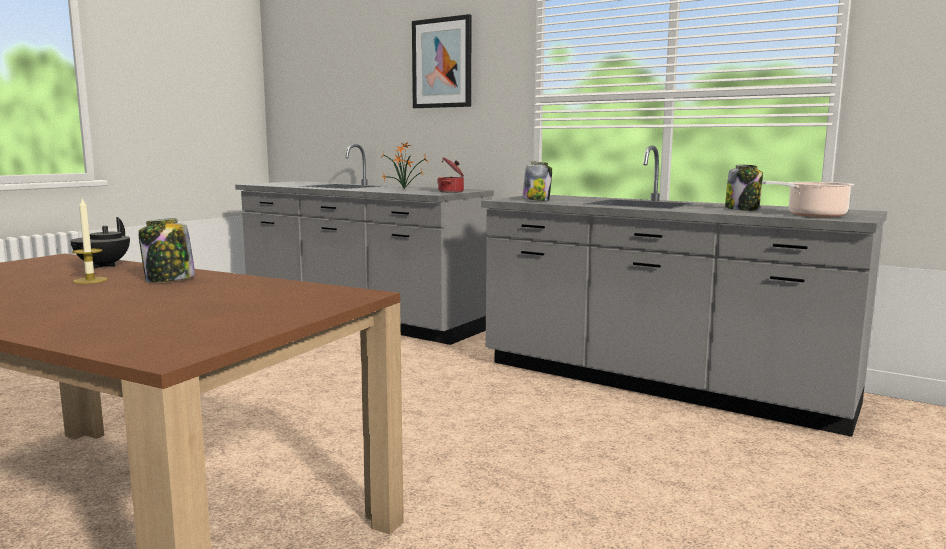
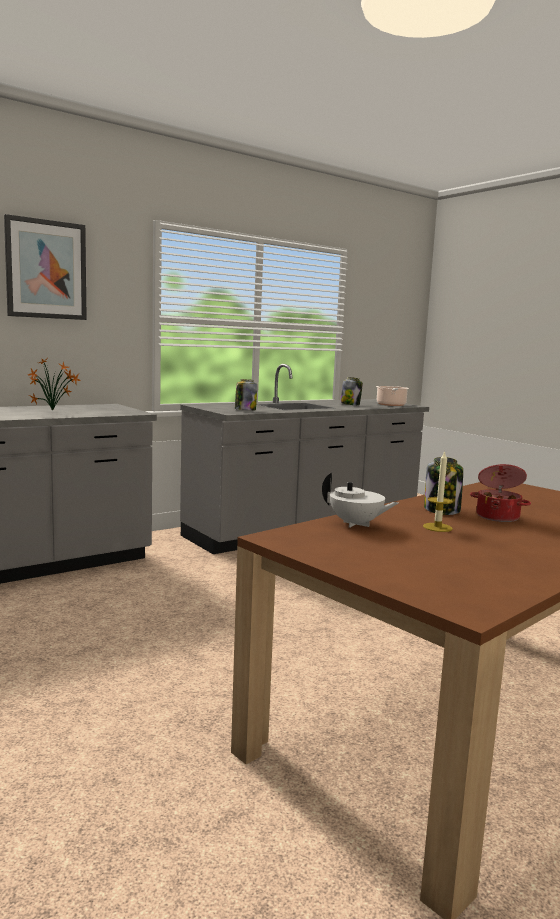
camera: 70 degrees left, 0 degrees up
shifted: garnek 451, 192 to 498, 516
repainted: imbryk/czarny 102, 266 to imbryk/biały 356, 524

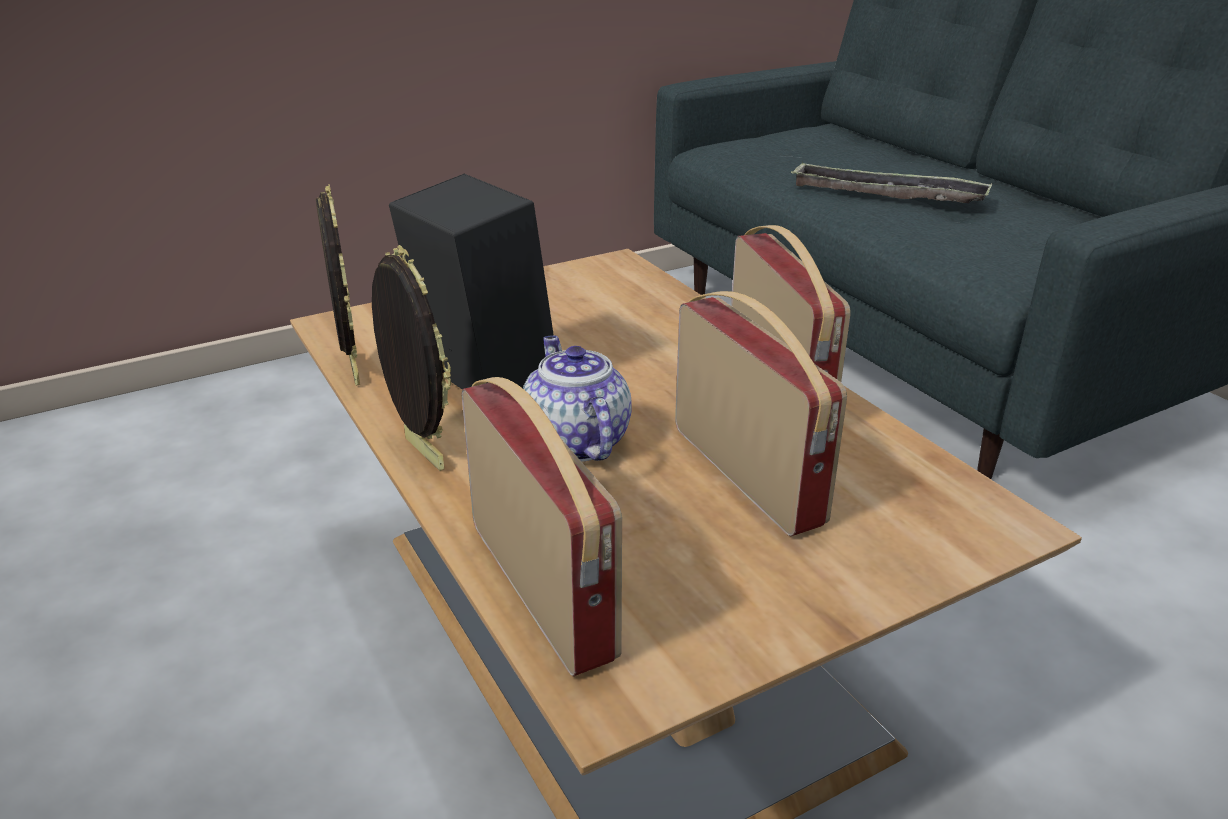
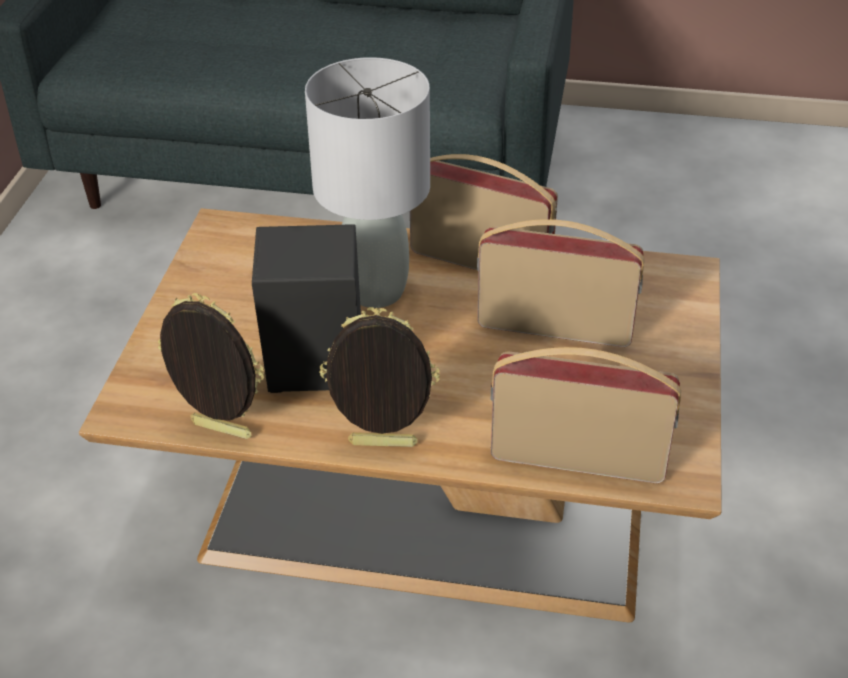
camera: 50 degrees left, 10 degrees up
gone: imbryk 574, 442; taca 887, 194
new: lampa stołowa/szary 377, 291

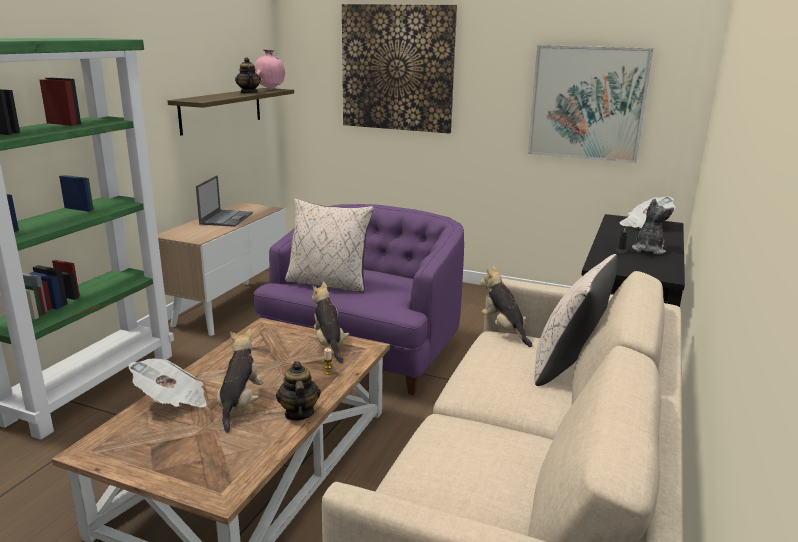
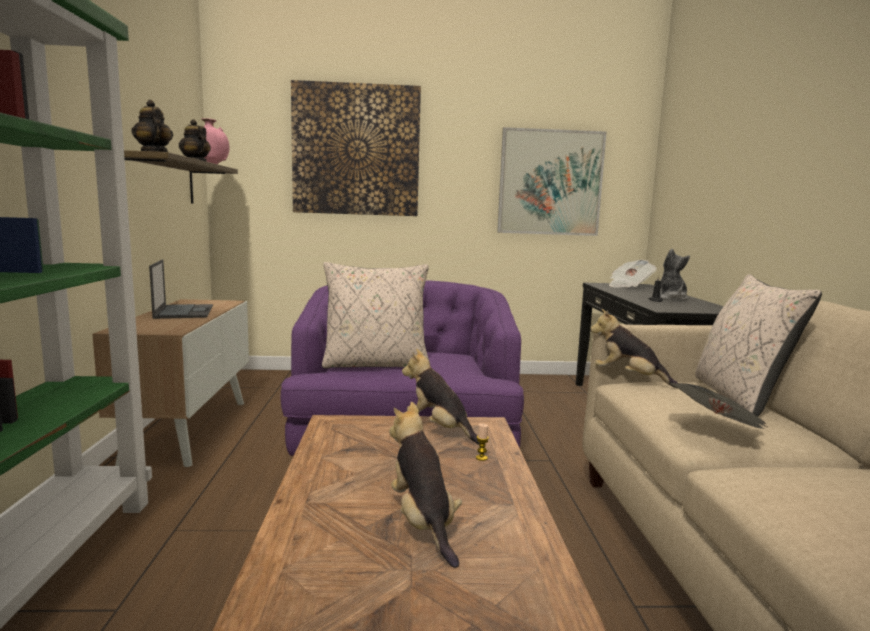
camera: 25 degrees left, 10 degrees down
shifted: gazeta 172, 400 to 718, 430; imbryk 298, 413 to 153, 152

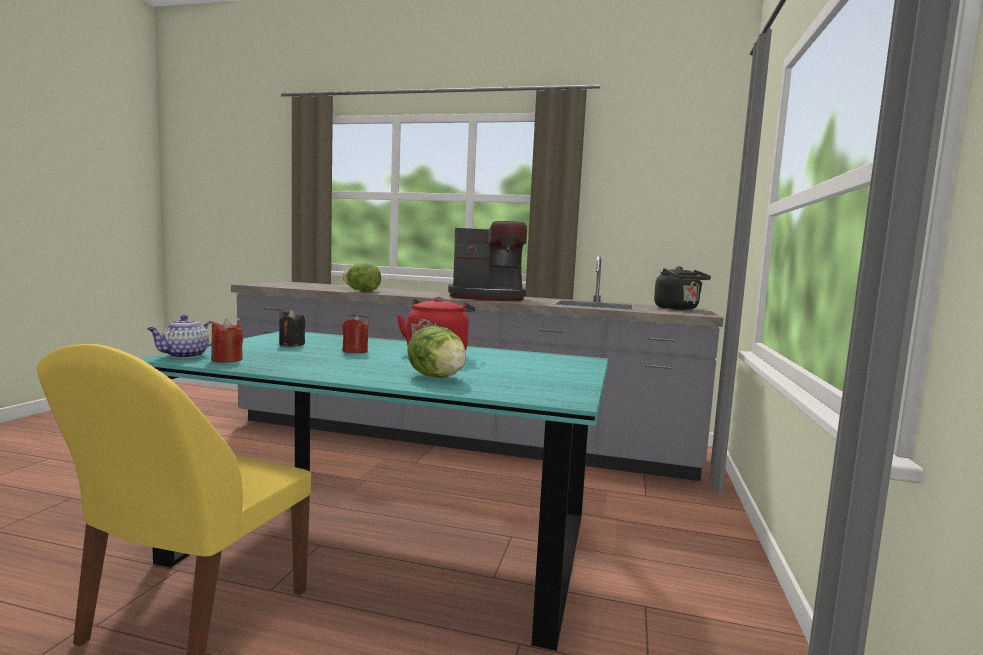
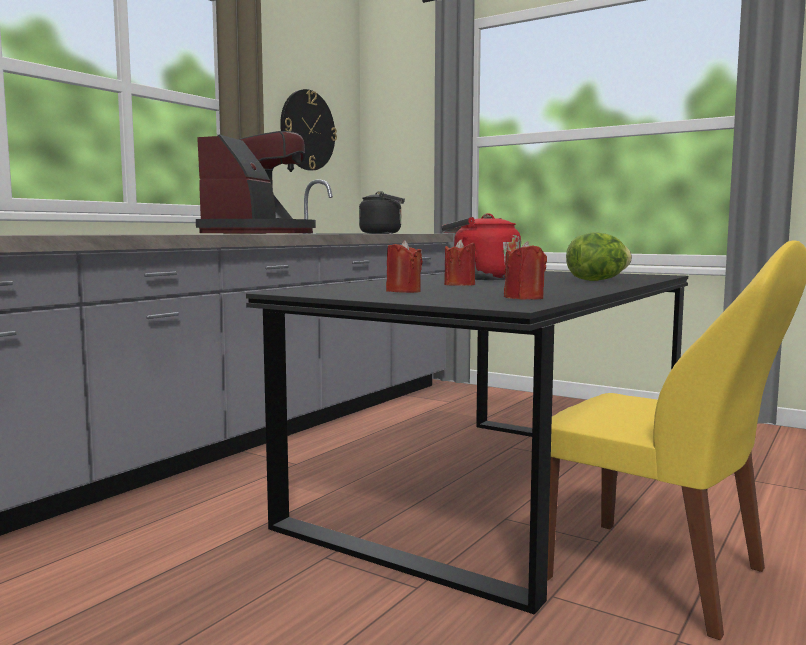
camera: 70 degrees left, 0 degrees up
gone: imbryk 185, 356; sałata 362, 291
new: zegar ścienny 307, 130
repainted: stół jadalny/turkusowy 392, 537 to stół jadalny/czarny 498, 486; świeca/czarny 291, 344 to świeca/czerwony 403, 291

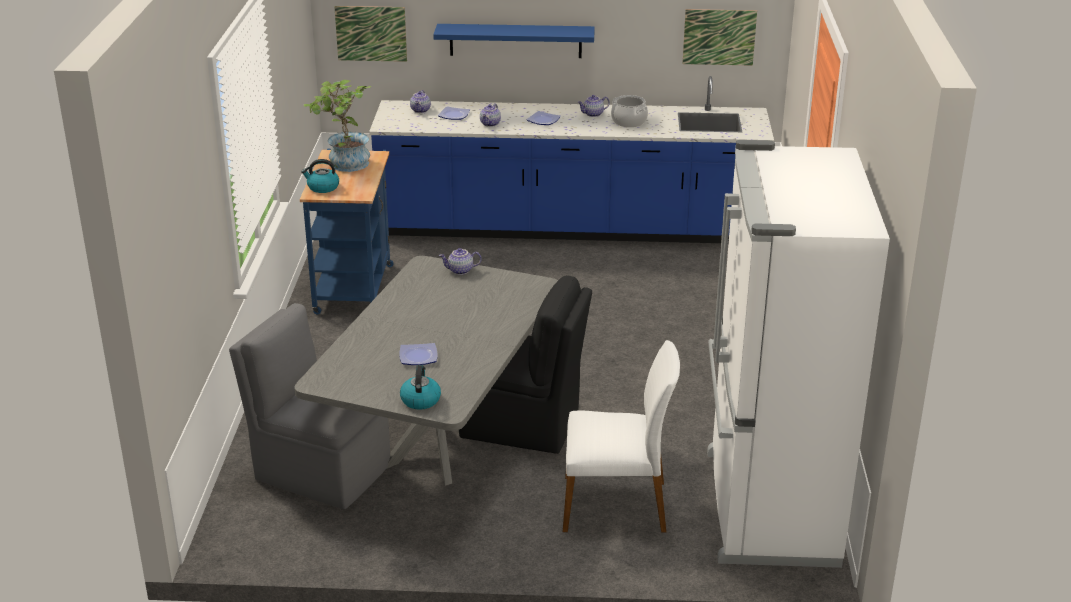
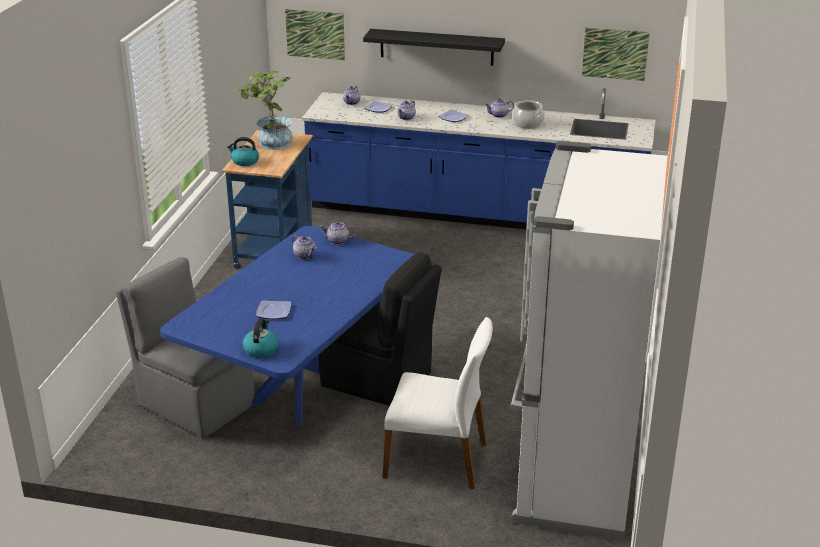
camera: 10 degrees right, 0 degrees up
new: imbryk 305, 255
repainted: stół jadalny/szary 439, 444 to stół jadalny/niebieski 301, 390; półka/niebieski 515, 40 to półka/czarny 436, 47

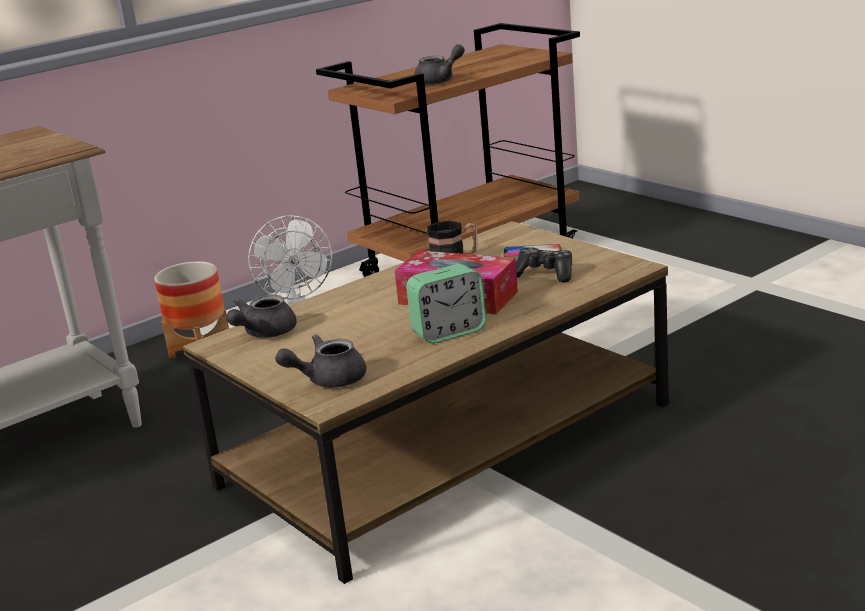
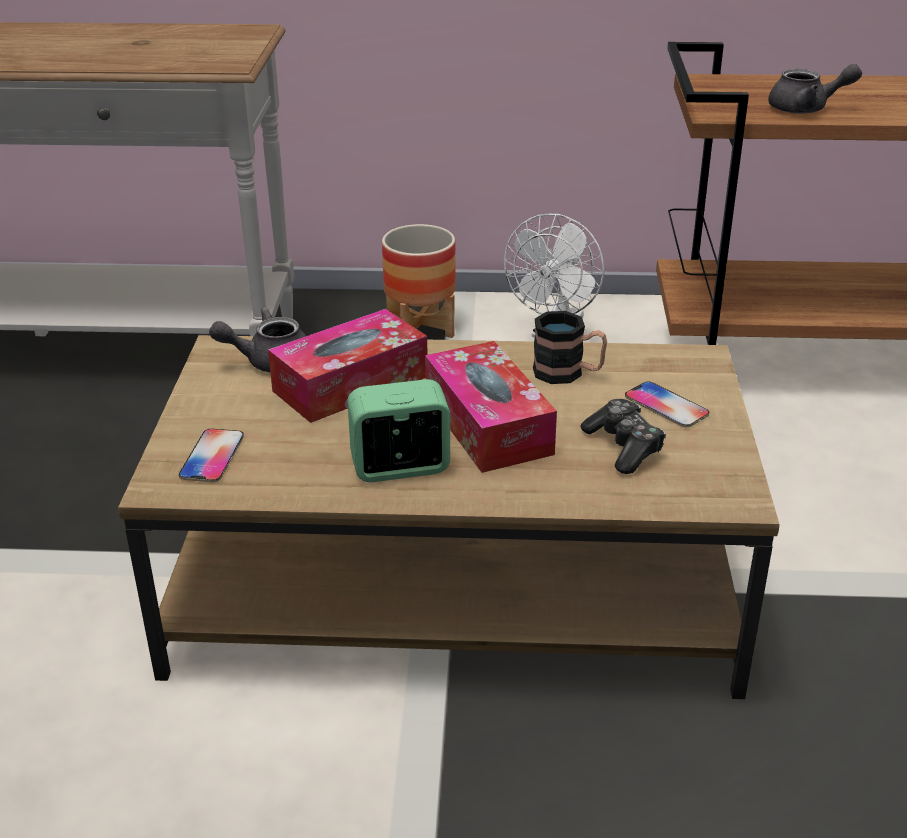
camera: 40 degrees right, 10 degrees up
new: pudełko chusteczek 350, 384
swapped: imbryk/szary 328, 380 to telefon 212, 456
rotated: budzik 449, 332 = 400, 467 150 degrees clockwise

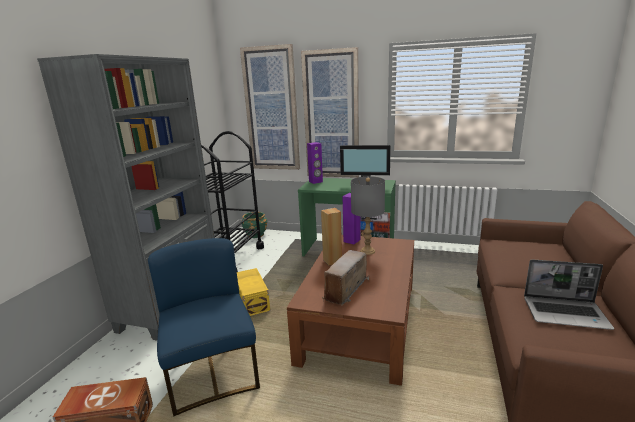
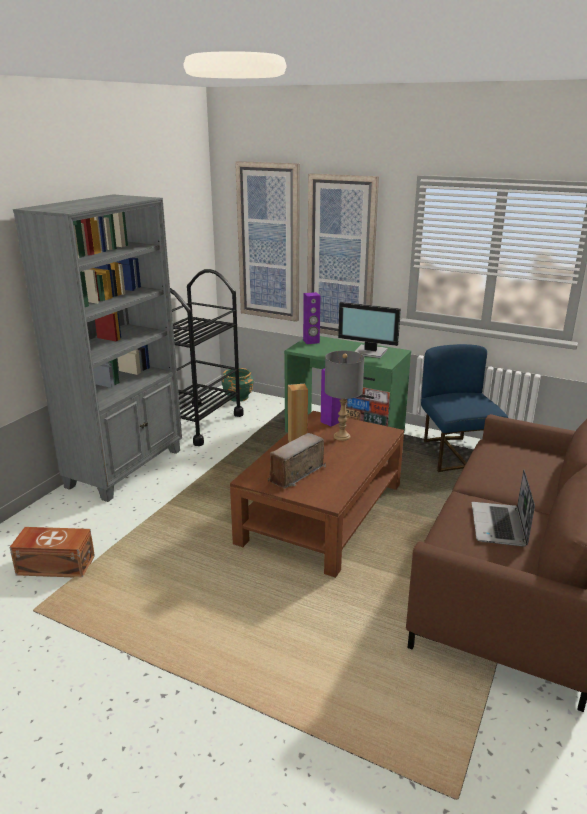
camera: 10 degrees right, 5 degrees up
gone: pojemnik do przechowywania/żółty 253, 301
shifted: krzesło/niebieski 213, 373 to 455, 454
rotated: laptop 566, 313 = 499, 526 75 degrees clockwise

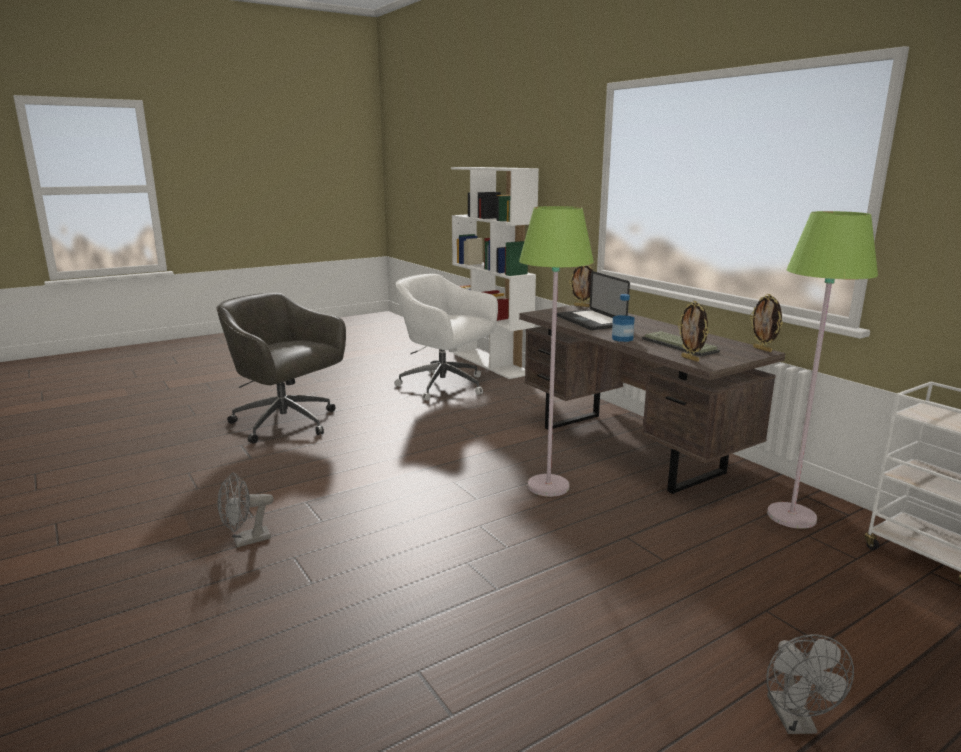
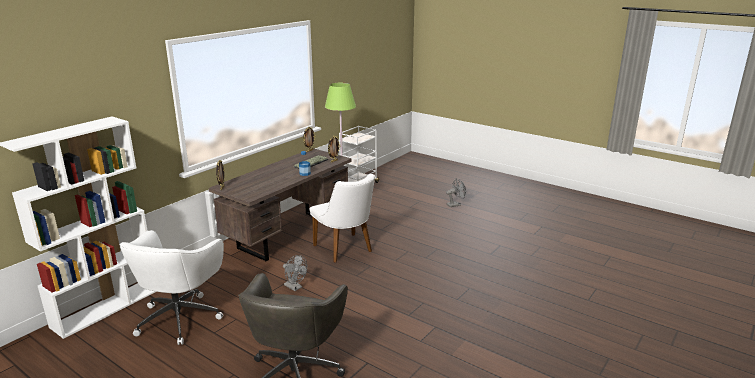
camera: 110 degrees left, 5 degrees up
gone: laptop 590, 321
shifted: wentylator/szary 246, 541 to 295, 287
swapped: lampa stojąca/zielony 548, 486 to krzesło/biały 346, 250

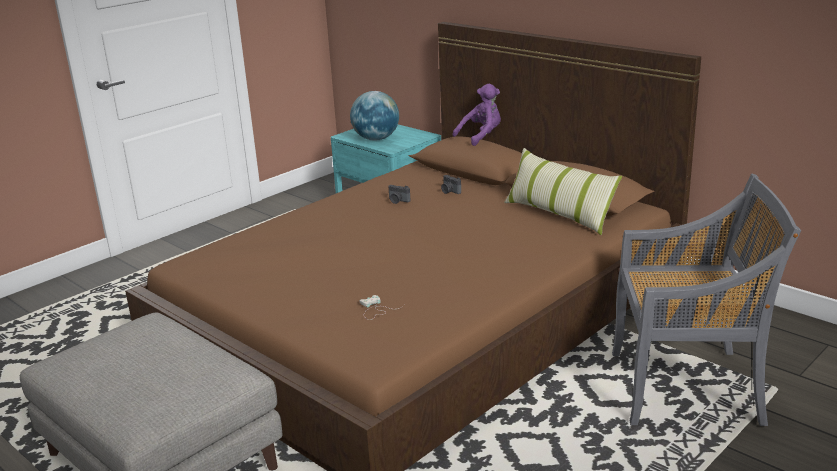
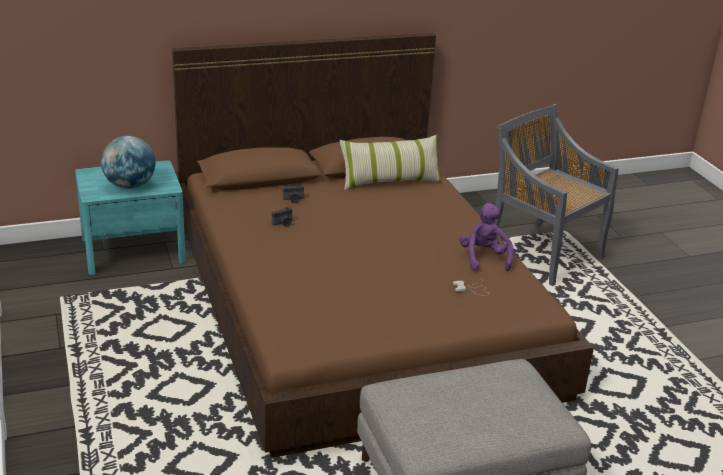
camera: 65 degrees left, 5 degrees up
shifted: pluszak/fioletowy 481, 136 to 484, 258
rotated: krzesło/szary 688, 387 = 542, 253 75 degrees counterclockwise

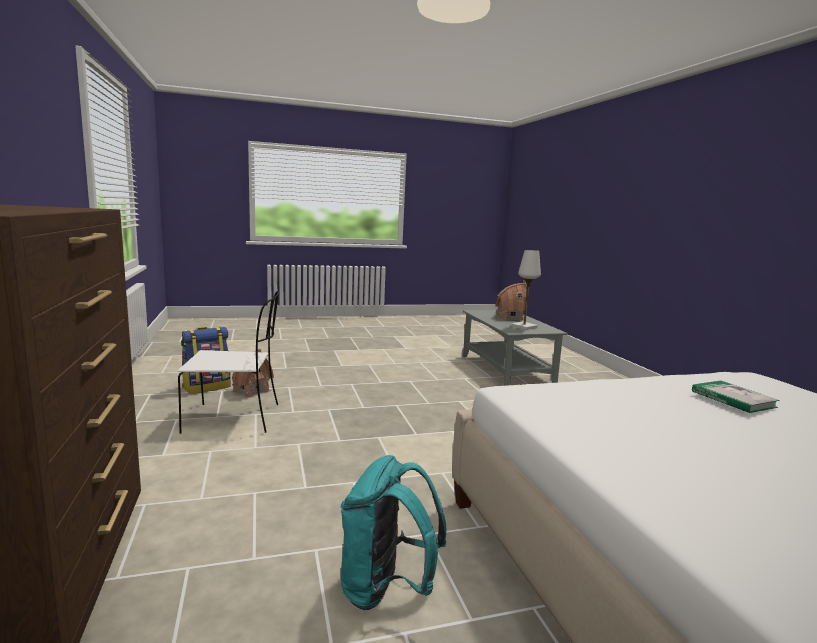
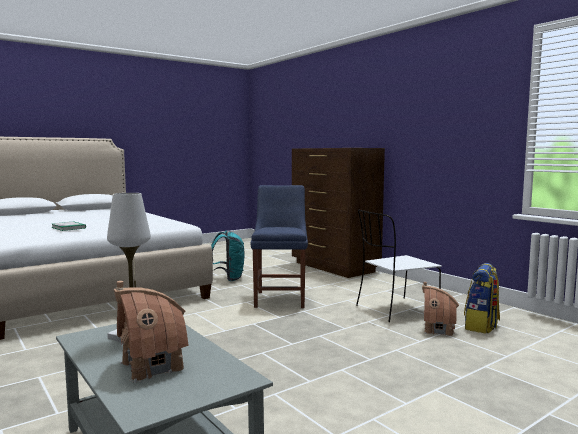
camera: 160 degrees right, 5 degrees down
new: krzesło/niebieski 280, 298

